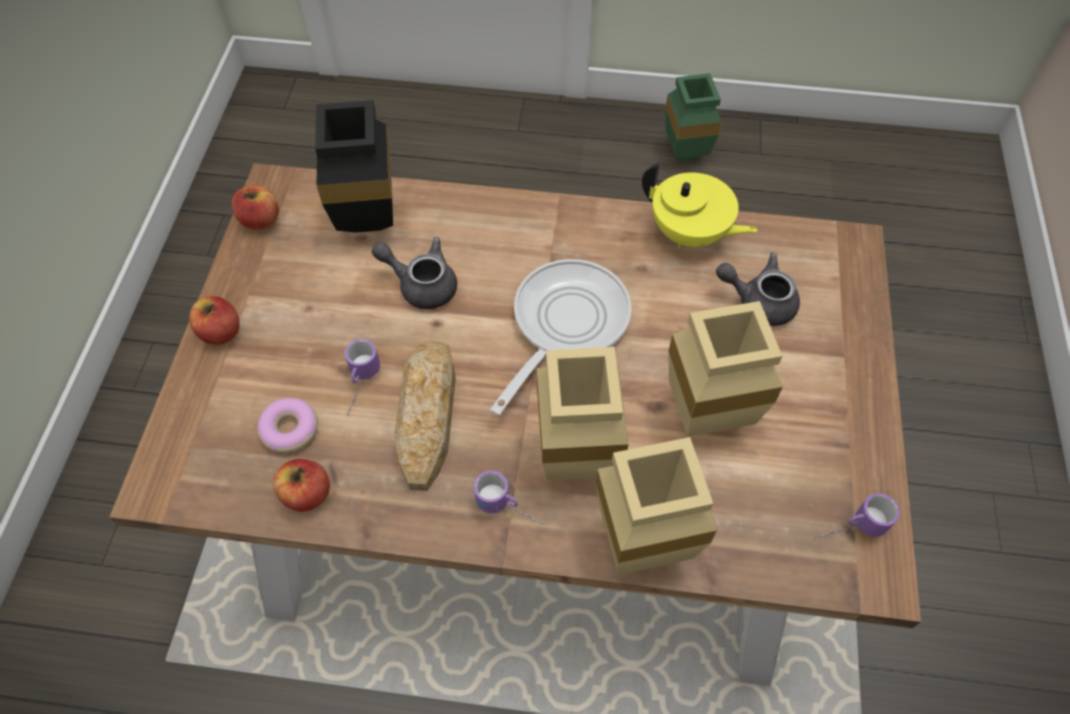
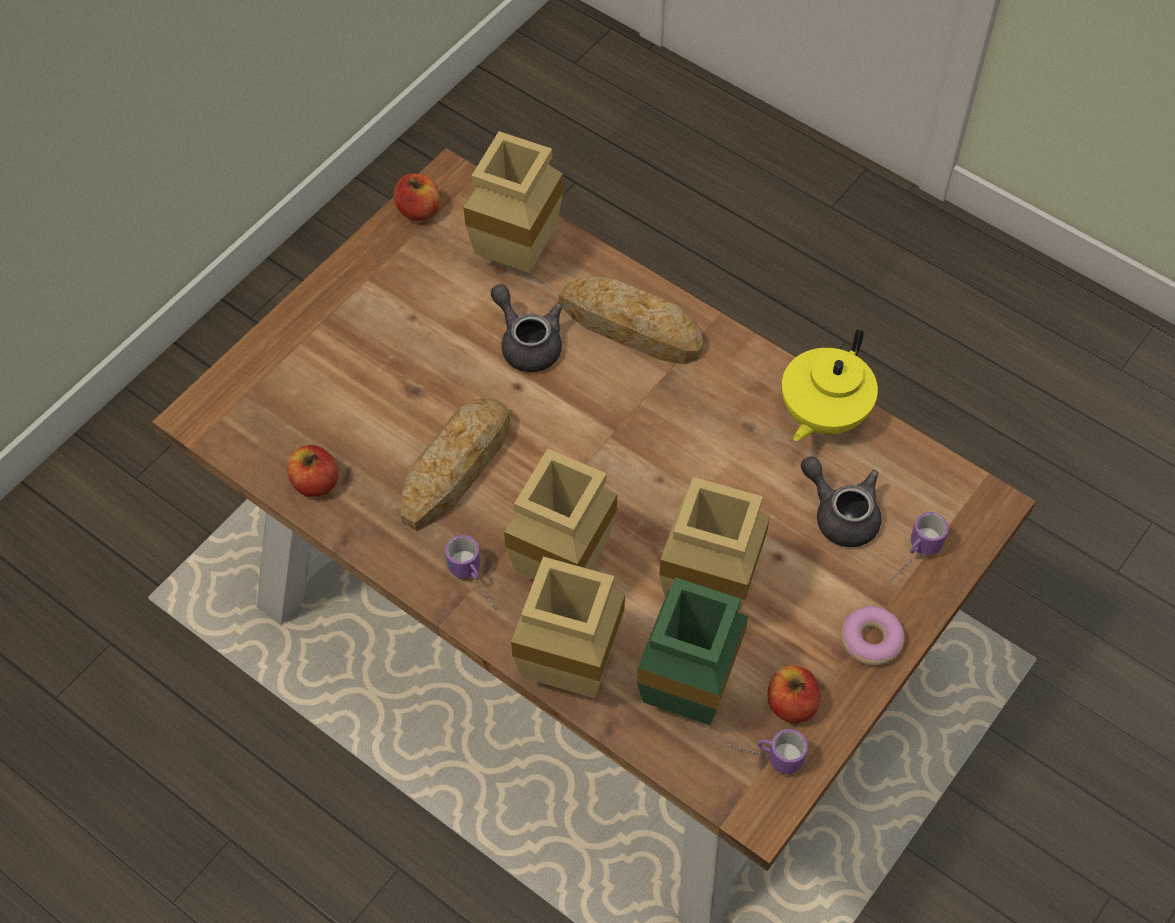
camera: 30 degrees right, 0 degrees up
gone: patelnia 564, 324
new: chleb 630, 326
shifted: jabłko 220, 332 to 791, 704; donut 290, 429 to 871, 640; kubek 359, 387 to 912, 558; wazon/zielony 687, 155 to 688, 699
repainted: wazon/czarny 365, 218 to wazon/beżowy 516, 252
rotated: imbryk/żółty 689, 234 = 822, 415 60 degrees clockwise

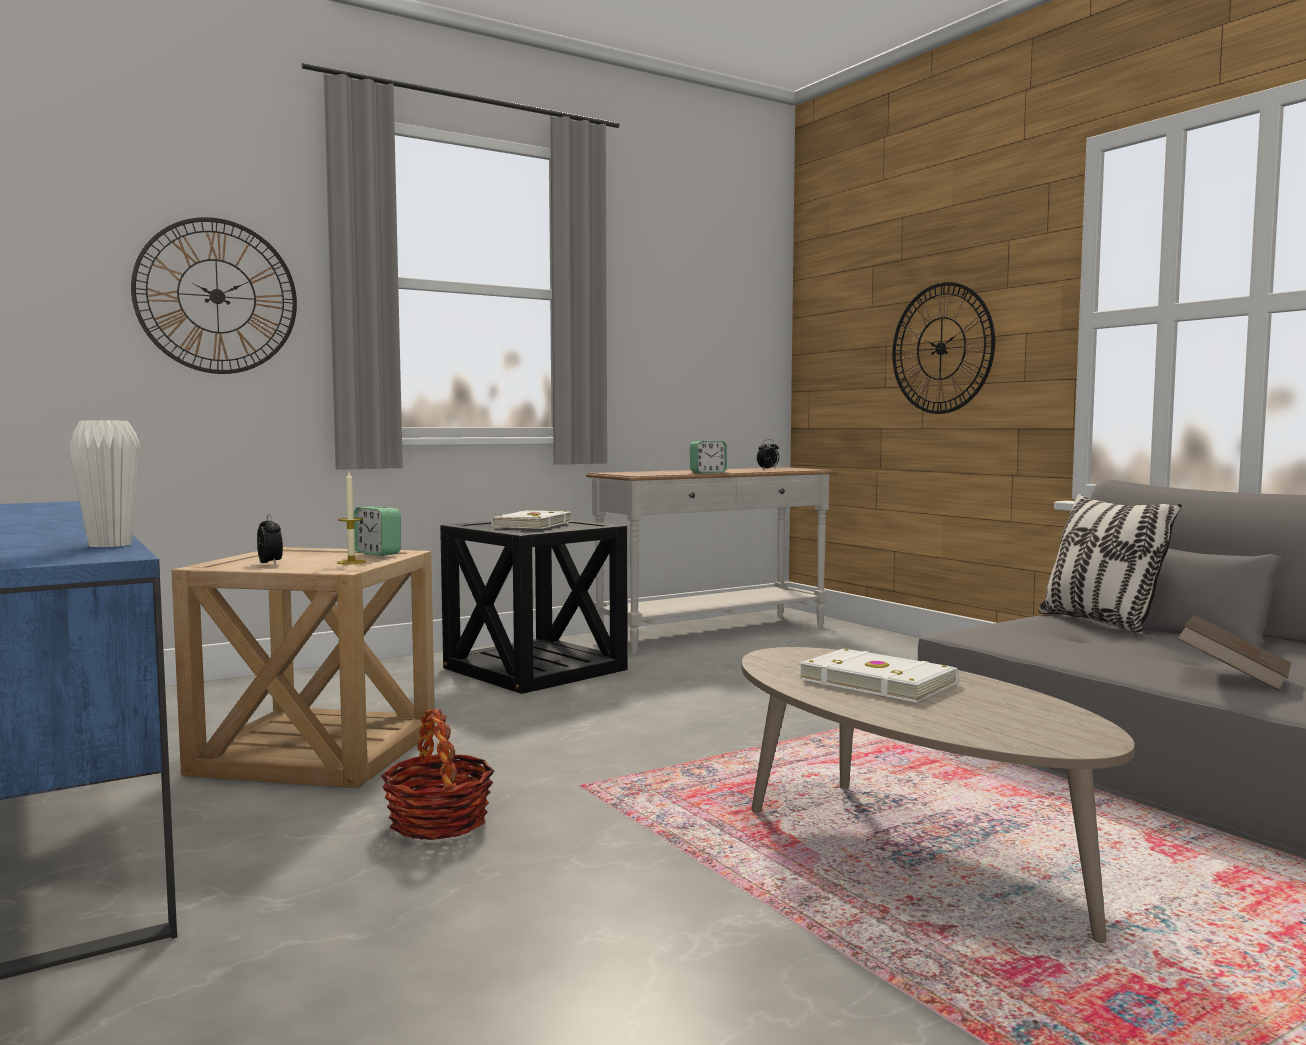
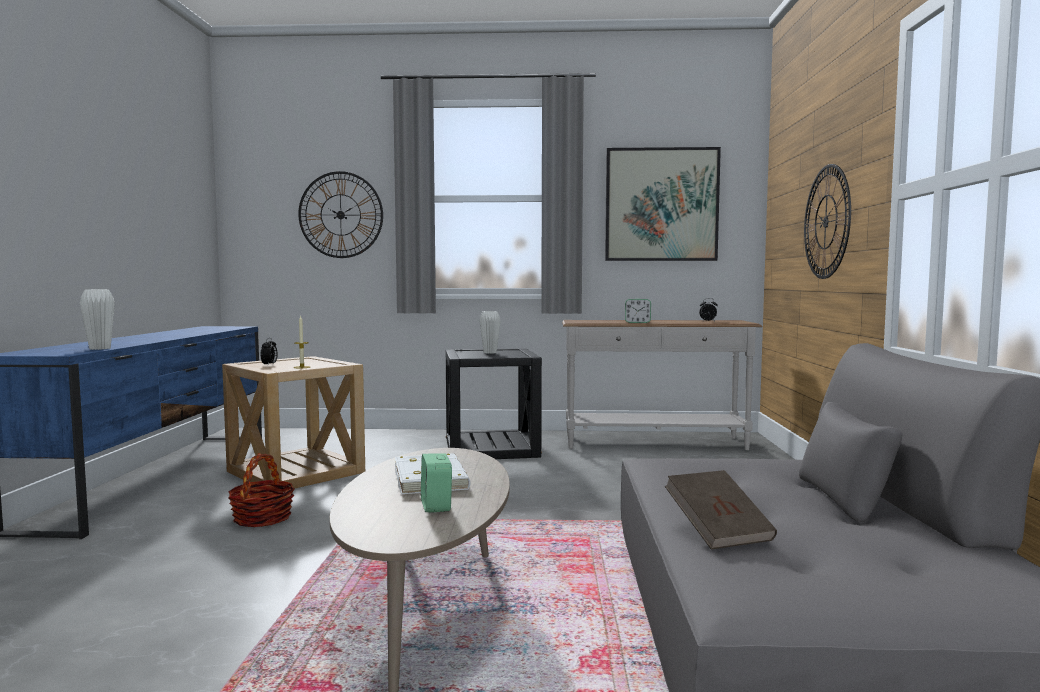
camera: 35 degrees right, 0 degrees up
gone: poduszka 1099, 623
new: obraz 661, 205
shifted: budzik 377, 553 to 436, 506
swapped: książka/biały 531, 524 to wazon/biały 490, 352

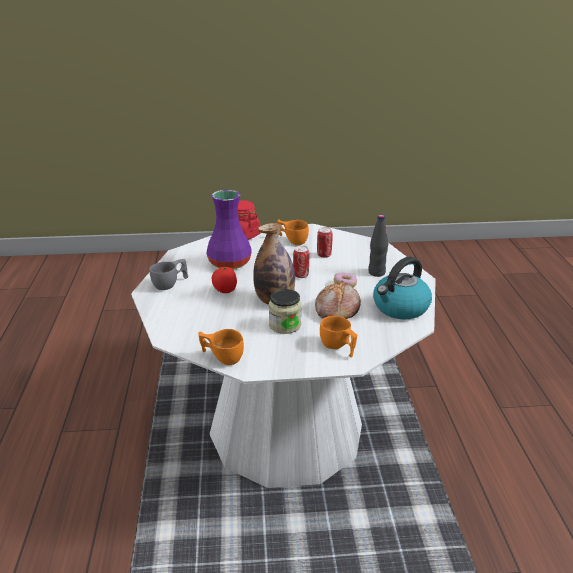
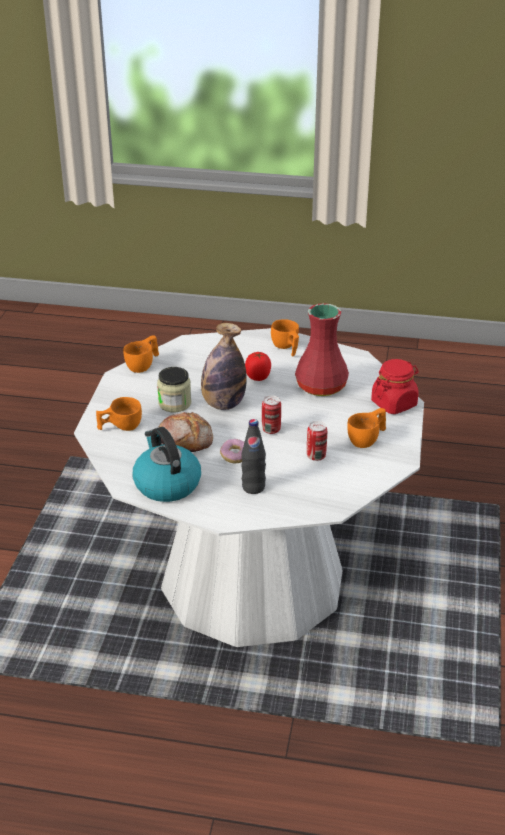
camera: 105 degrees right, 5 degrees up
repainted: filiżanka/szary 170, 284 to filiżanka/pomarańczowy 286, 348; wazon/fioletowy 229, 262 to wazon/czerwony 322, 386

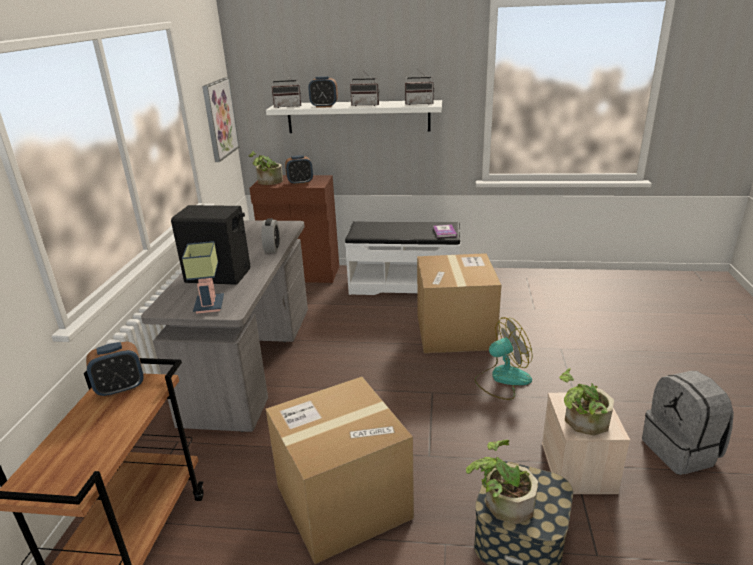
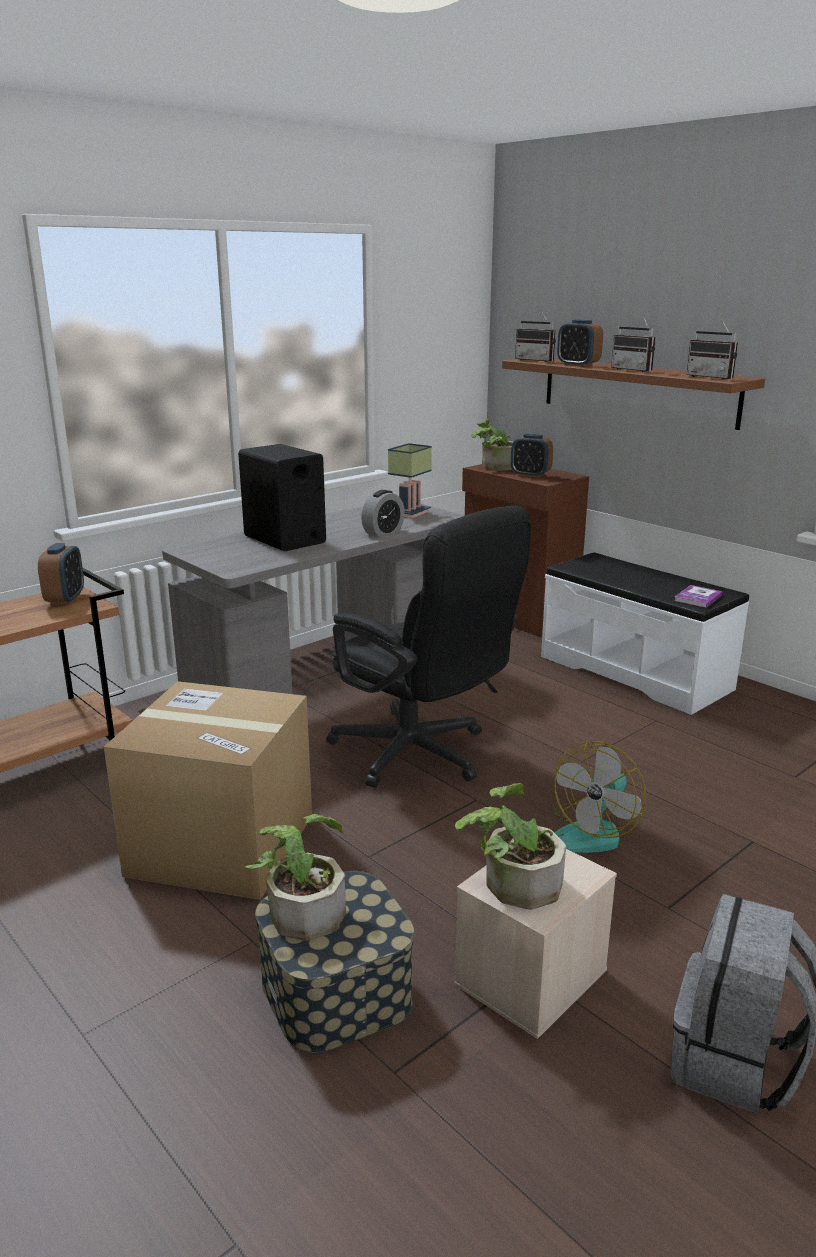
camera: 40 degrees right, 5 degrees down
gone: obraz 219, 119; karton 455, 332
new: krzesło biurowe/czarny 421, 756
shifted: lampa stołowa 208, 305 to 409, 512
repainted: półka/biały 358, 117 to półka/brązowy 637, 391
rotated: budzik 121, 388 = 65, 599 105 degrees counterclockwise; wentylator 502, 379 = 594, 831 105 degrees clockwise

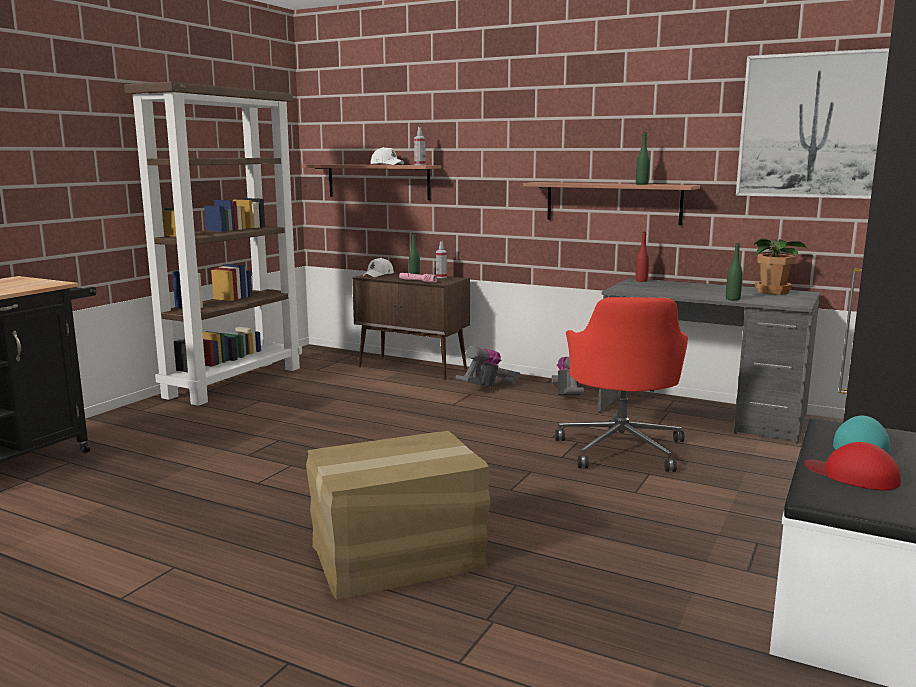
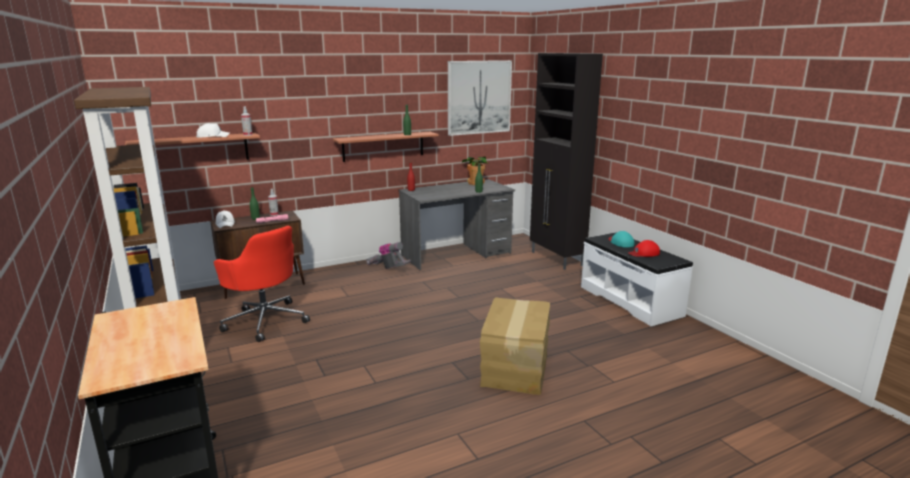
camera: 55 degrees left, 5 degrees up
gone: odkurzacz 487, 388
shifted: krzesło biurowe/czerwony 621, 448 to 265, 320

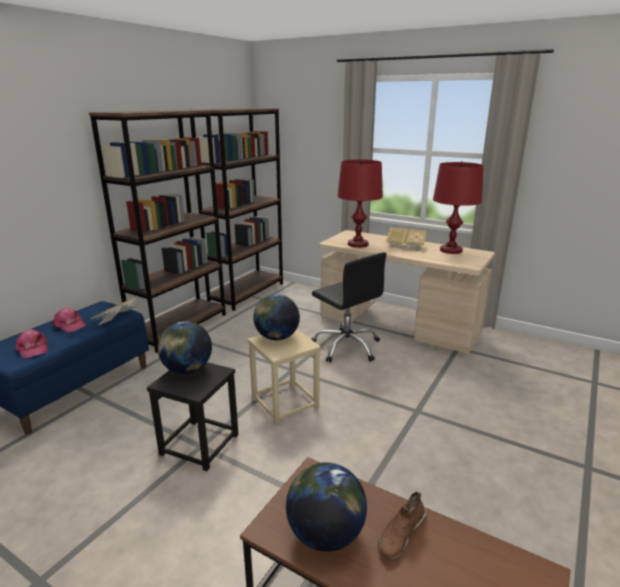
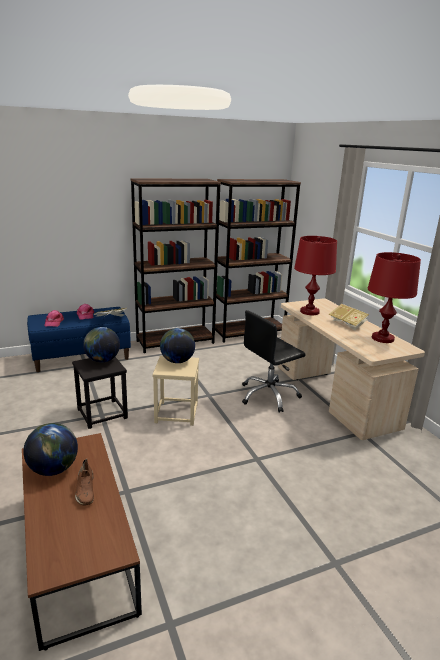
camera: 35 degrees right, 0 degrees up
rotated: krzesło biurowe/czarny 346, 346 = 269, 395 60 degrees clockwise; but/brązowy 401, 534 = 85, 490 90 degrees counterclockwise

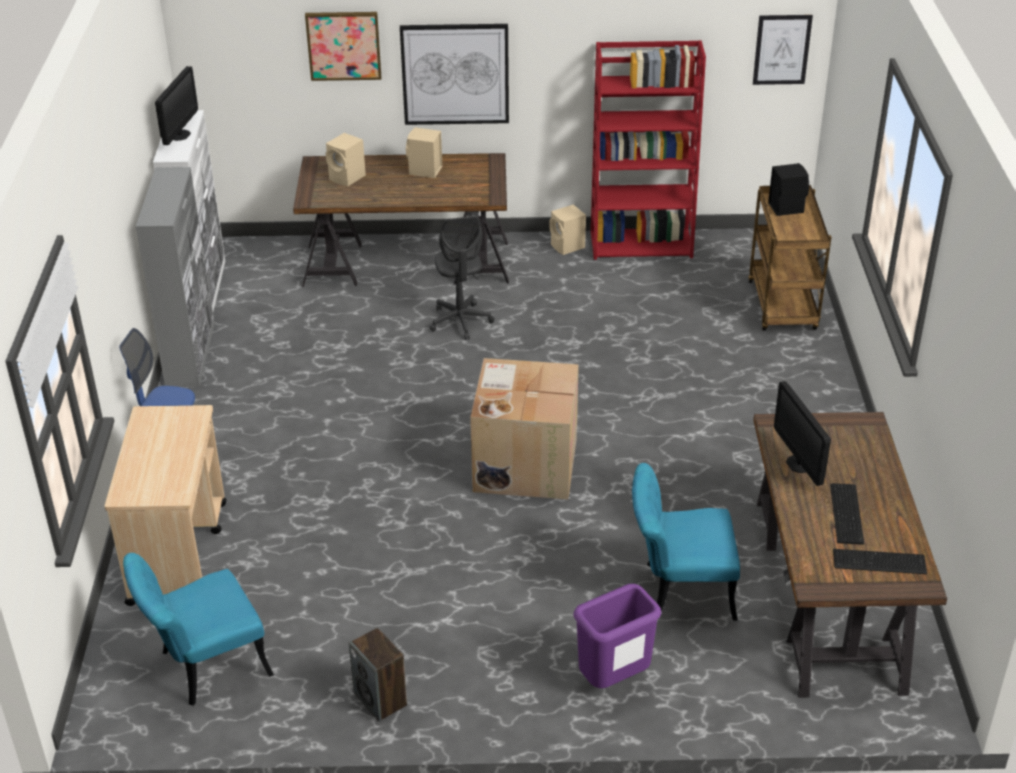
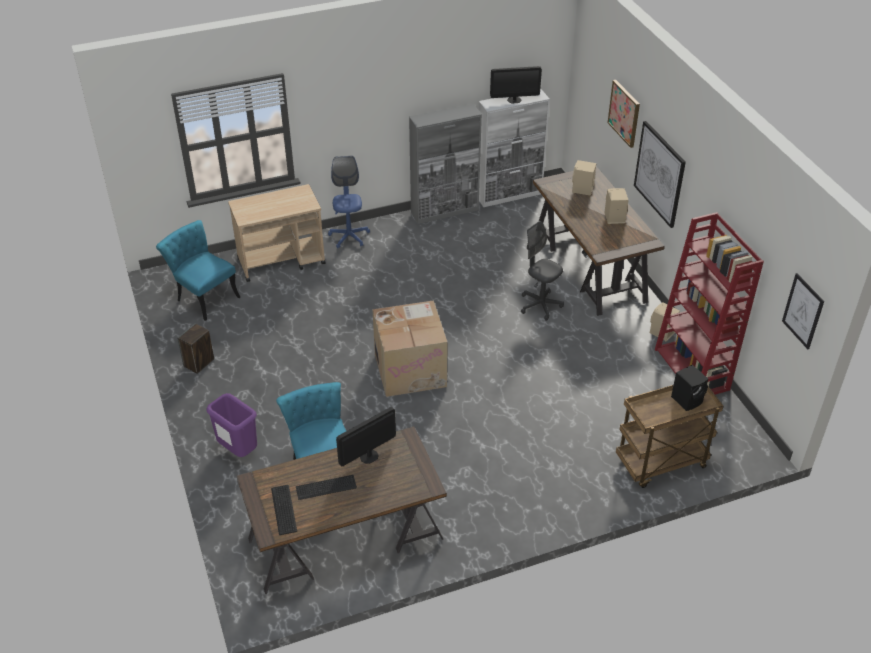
camera: 70 degrees right, 5 degrees up
rotated: krzesło biurowe/szary 460, 321 = 540, 305 75 degrees clockwise

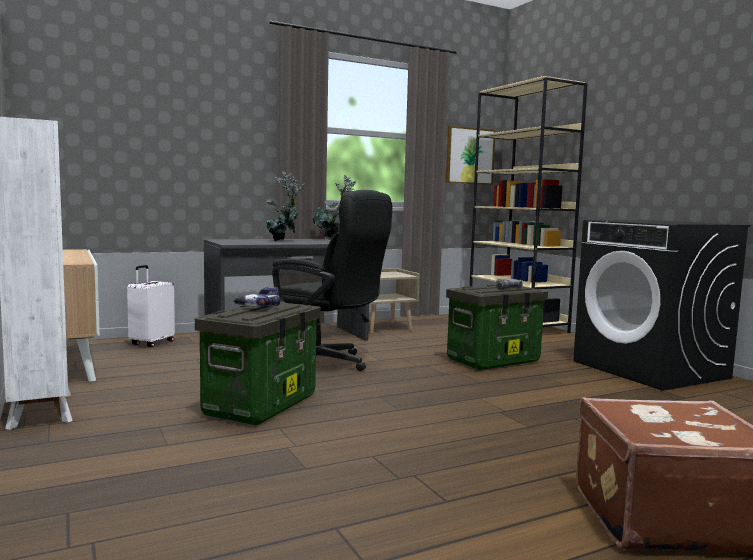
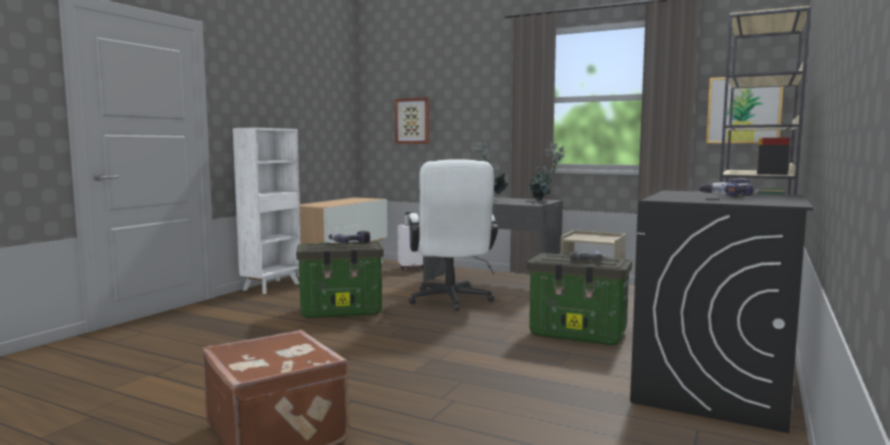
camera: 55 degrees right, 0 degrees up
new: obraz 412, 121; wiertarka 727, 197
repainted: krzesło biurowe/czarny 324, 364 to krzesło biurowe/biały 450, 301

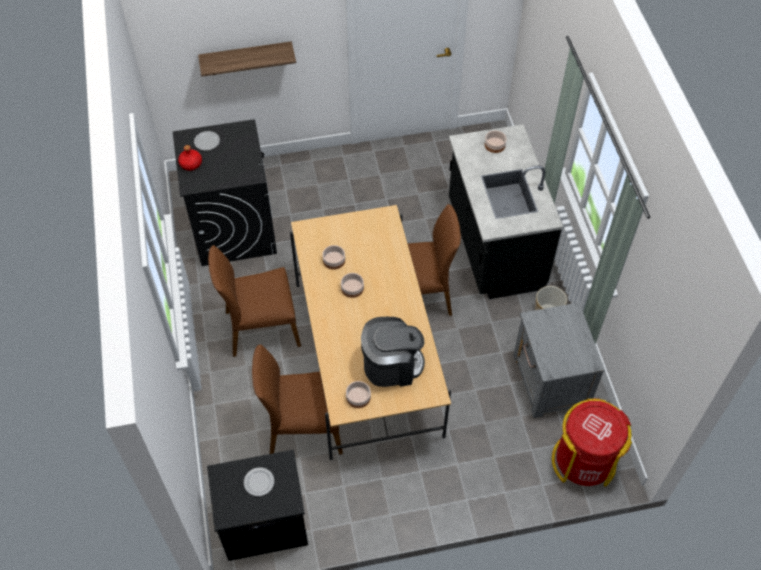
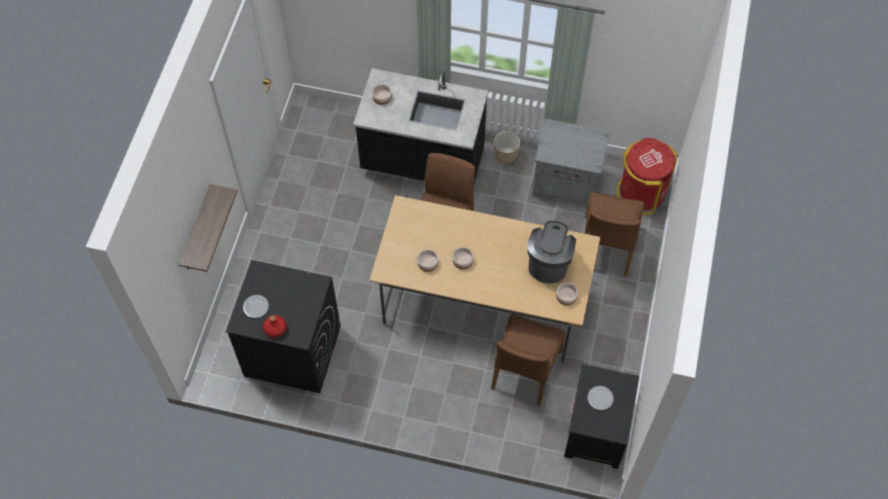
camera: 65 degrees left, 5 degrees up
shifted: krzesło/brązowy 261, 327 to 607, 246

